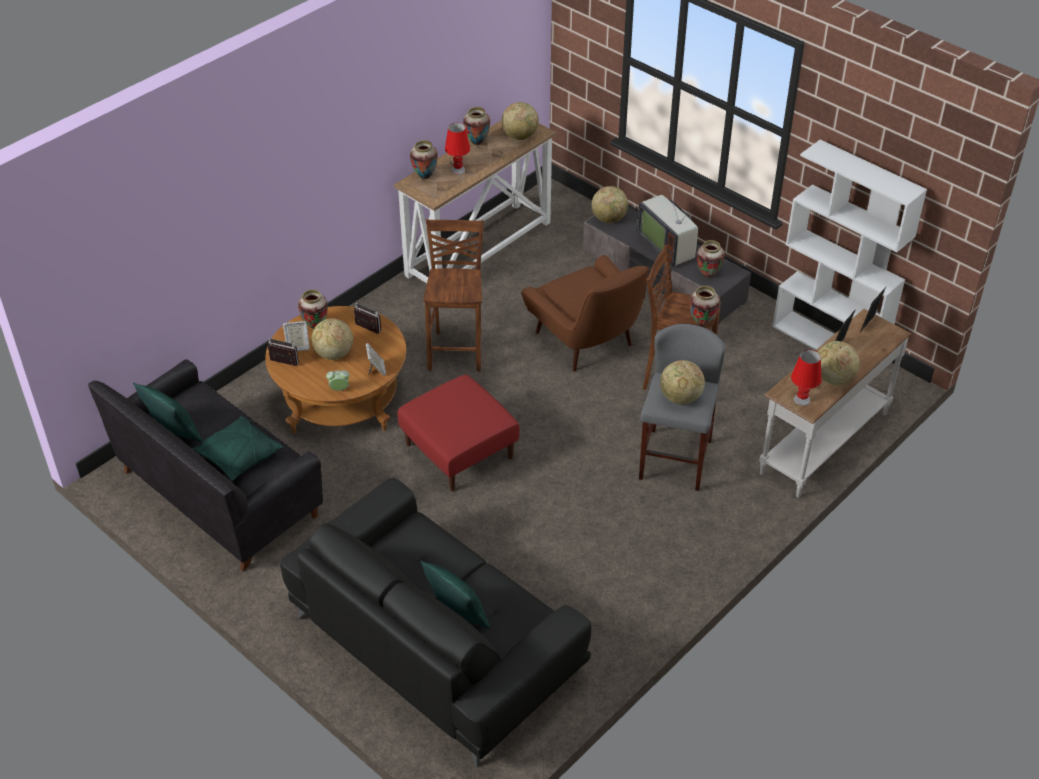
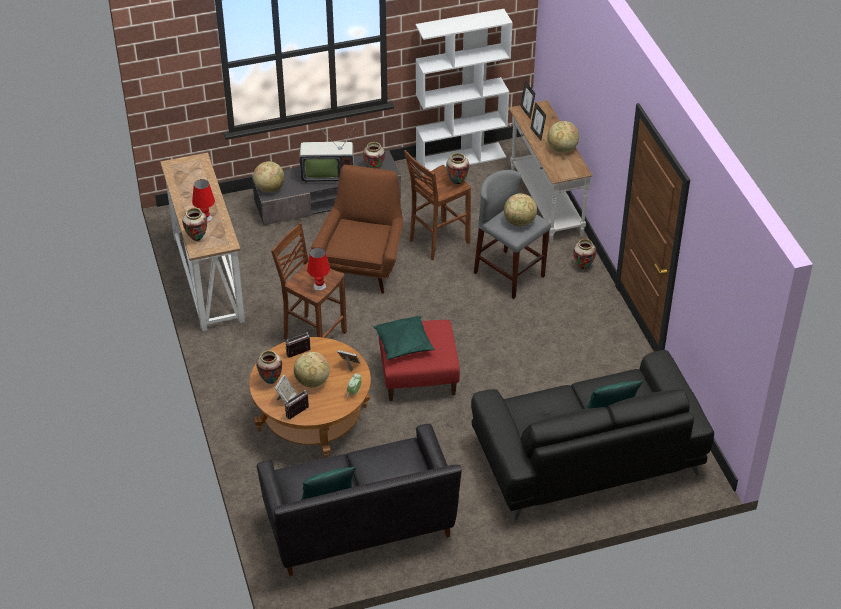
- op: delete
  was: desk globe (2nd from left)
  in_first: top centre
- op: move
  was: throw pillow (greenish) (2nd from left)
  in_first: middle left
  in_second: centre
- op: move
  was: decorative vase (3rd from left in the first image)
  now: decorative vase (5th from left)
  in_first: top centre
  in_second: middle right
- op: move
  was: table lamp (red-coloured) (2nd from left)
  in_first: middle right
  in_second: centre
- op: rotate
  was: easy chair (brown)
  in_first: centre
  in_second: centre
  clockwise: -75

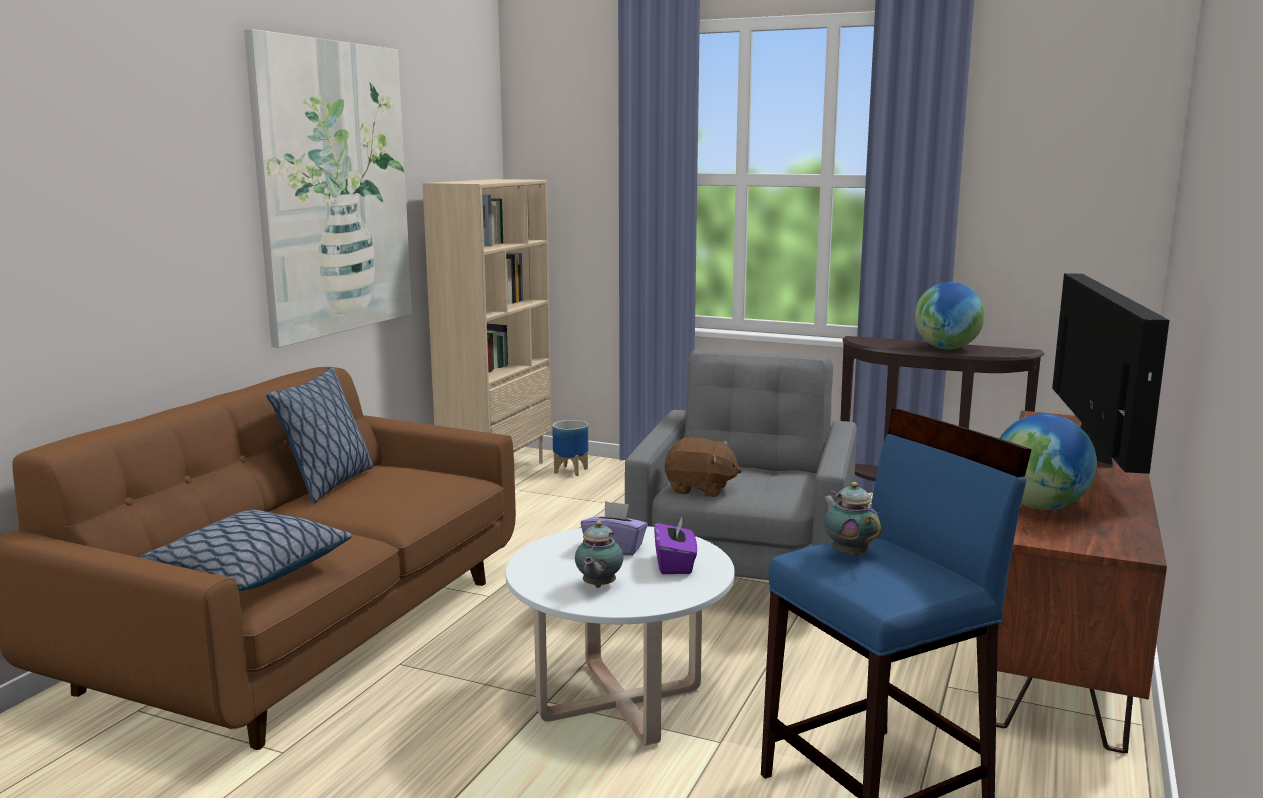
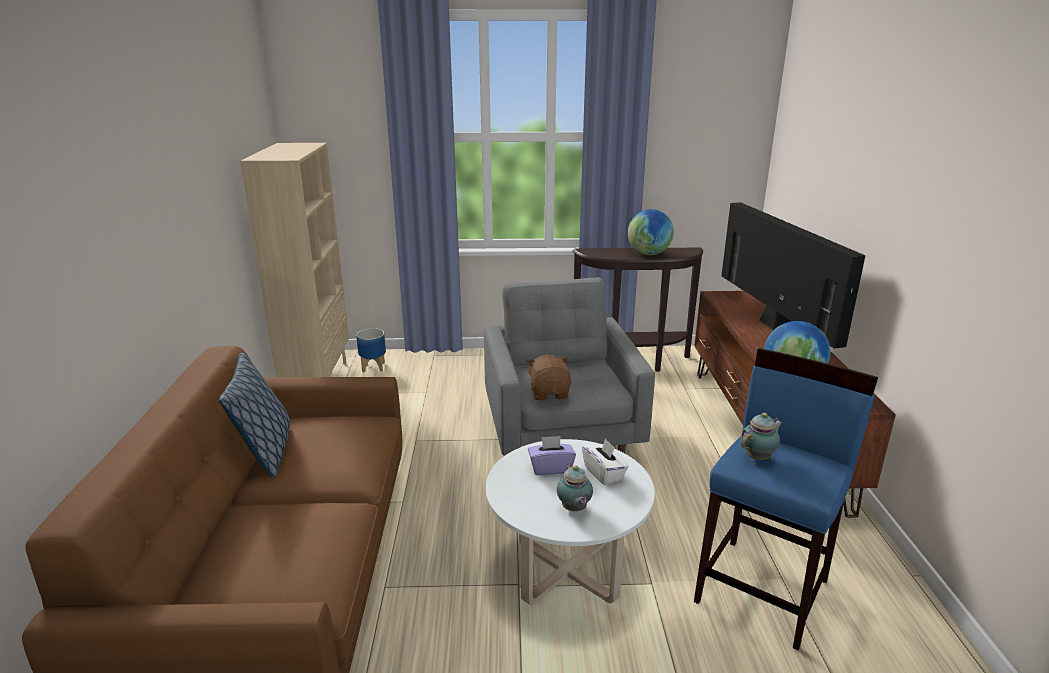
- op: delete
  was: throw pillow (1st from left)
  in_first: bottom left
- op: delete
  was: wall picture
  in_first: top left
- op: recolor
  was: tissue holder (purple-coloured) (2nd from left)
  now: tissue holder (white)
  in_first: bottom centre
  in_second: bottom centre
- op: rotate
  was: plush toy (brown)
  in_first: centre
  in_second: centre
  clockwise: -90
- op: rotate
  was: pot for tea (2nd from left)
  in_first: middle right
  in_second: middle right
  clockwise: 105

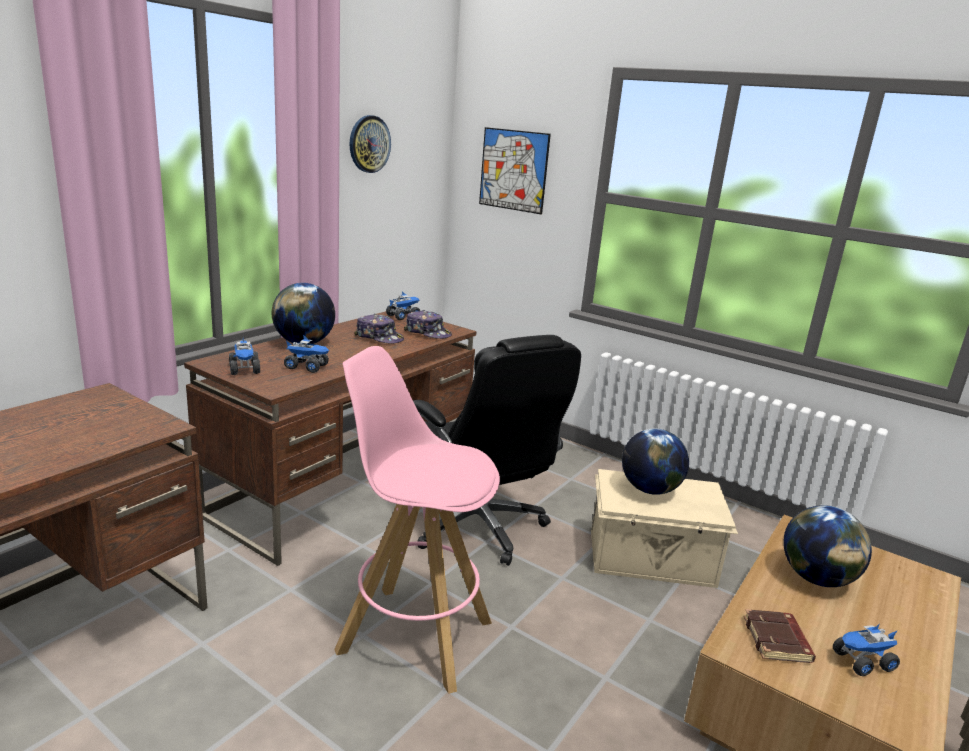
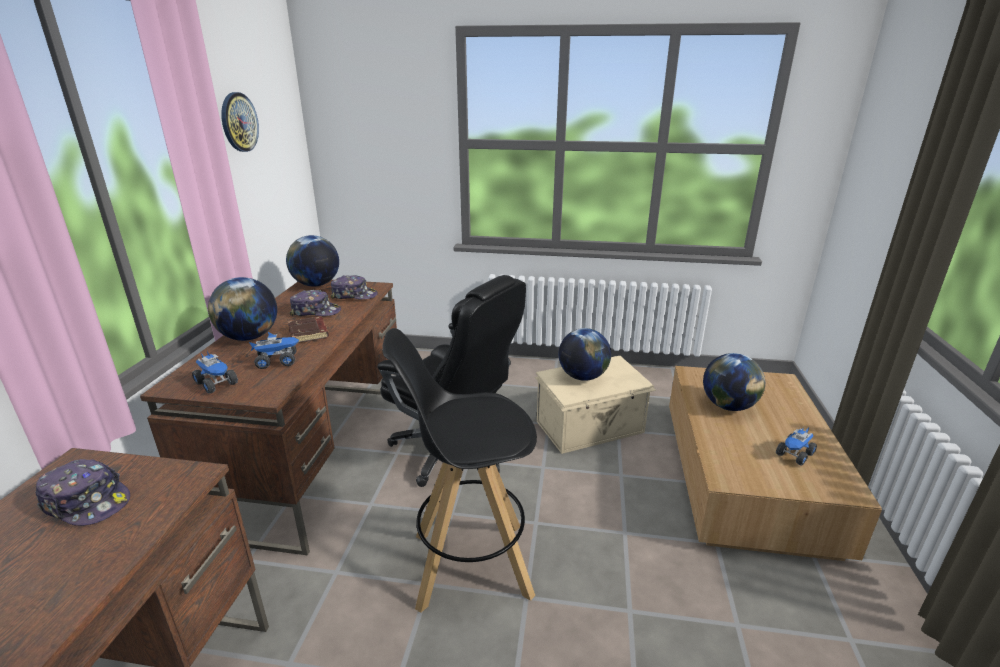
- op: delete
  was: wall picture
  in_first: top centre
- op: insert
  now: cap (1st from left)
  in_second: bottom left
- op: move
  was: volume (brown)
  in_first: bottom right
  in_second: middle left
- op: replace
  was: toy truck (3rd from left)
  now: desk globe (2nd from left)
  in_first: centre
  in_second: middle left
- op: recolor
  was: sitting stool (pink-coloured)
  now: sitting stool (black)
  in_first: bottom centre
  in_second: bottom centre

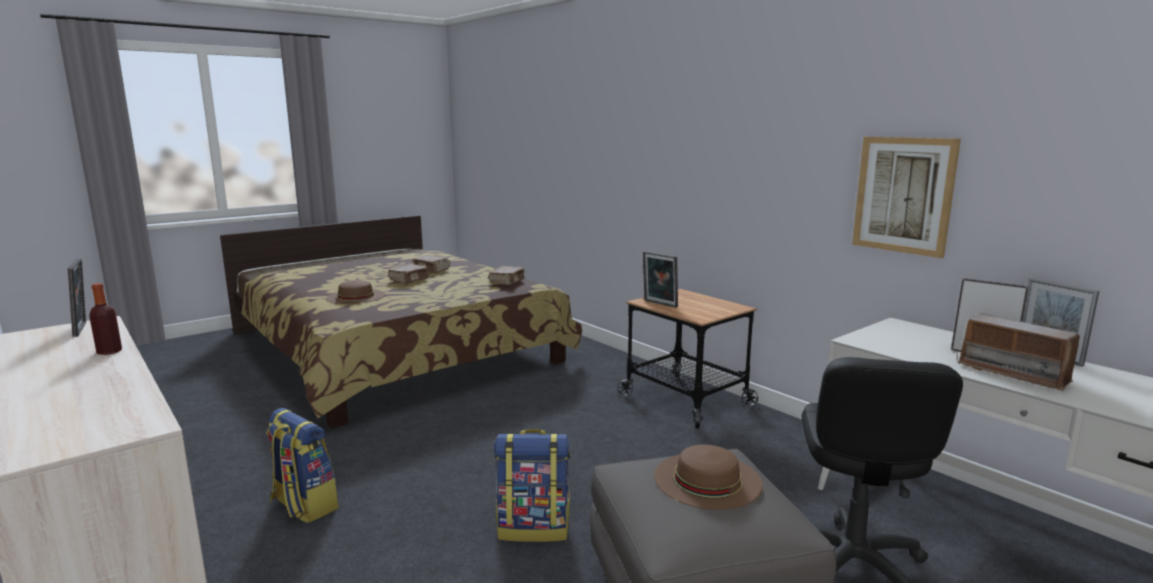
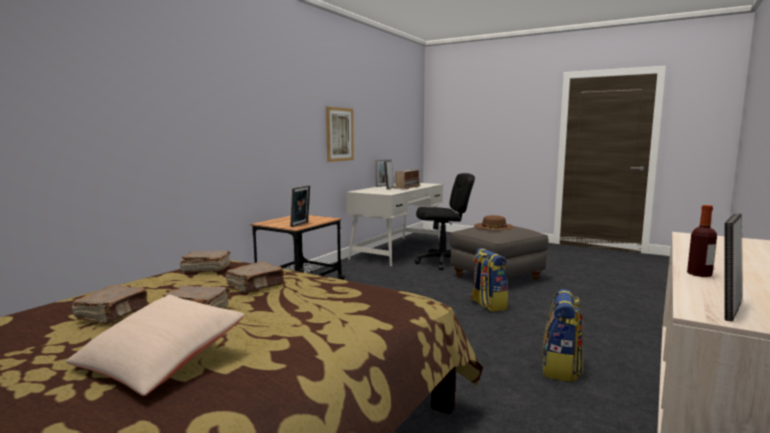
- op: delete
  was: hat (brown) (1st from left)
  in_first: middle left
- op: insert
  now: throw pillow (beige)
  in_second: bottom left
- op: insert
  now: volume (brown) (4th from left)
  in_second: middle left

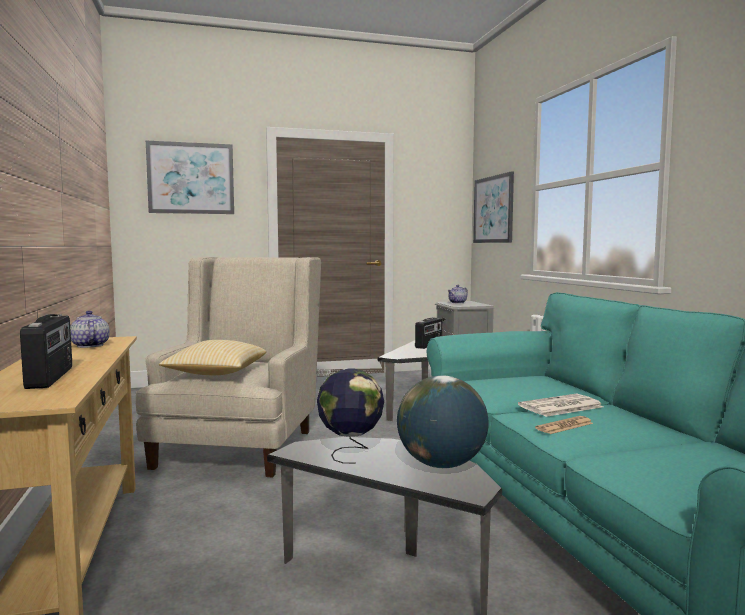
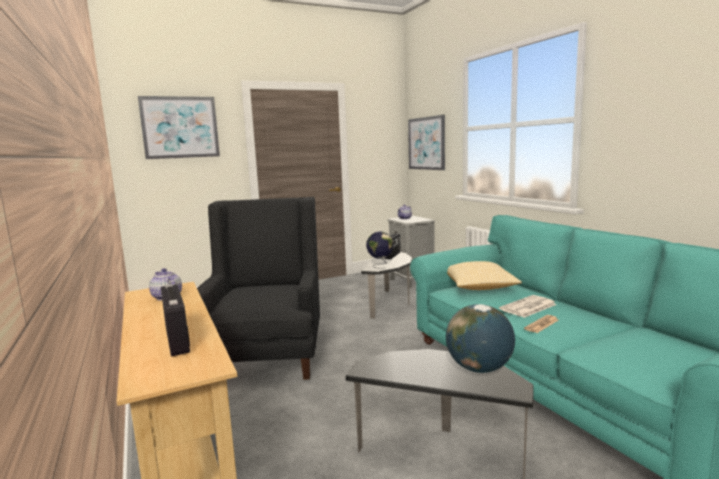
- op: move
  was: throw pillow
  in_first: middle left
  in_second: middle right
- op: move
  was: desk globe (1st from left)
  in_first: bottom centre
  in_second: centre
- op: recolor
  was: easy chair (beige)
  now: easy chair (black)
  in_first: middle left
  in_second: centre

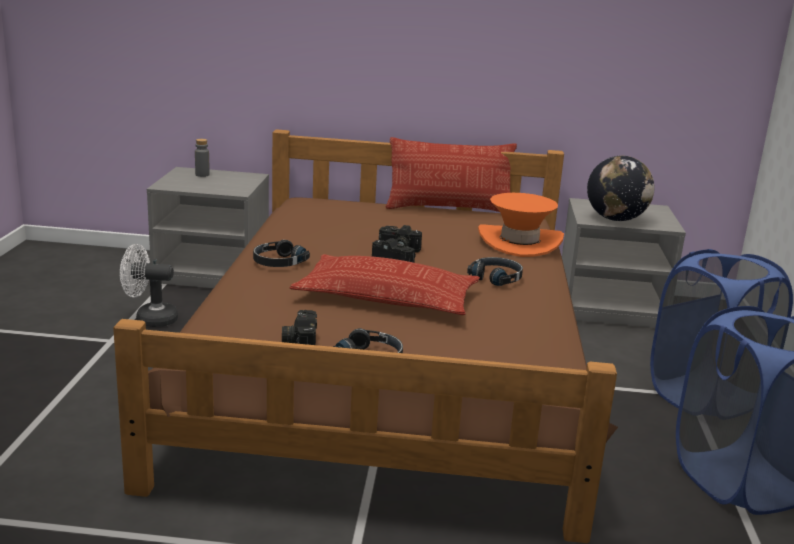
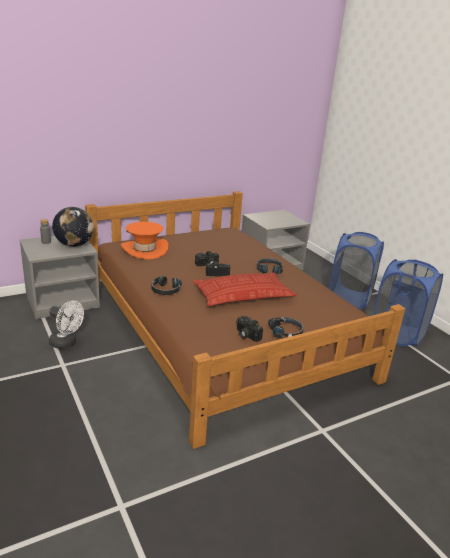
- op: delete
  was: throw pillow (2nd from left)
  in_first: top centre
- op: move
  was: hat (orange)
  in_first: centre
  in_second: middle left
- op: move
  was: desk globe
  in_first: middle right
  in_second: middle left
- op: rotate
  was: fan (white)
  in_first: middle left
  in_second: middle left
  clockwise: -120

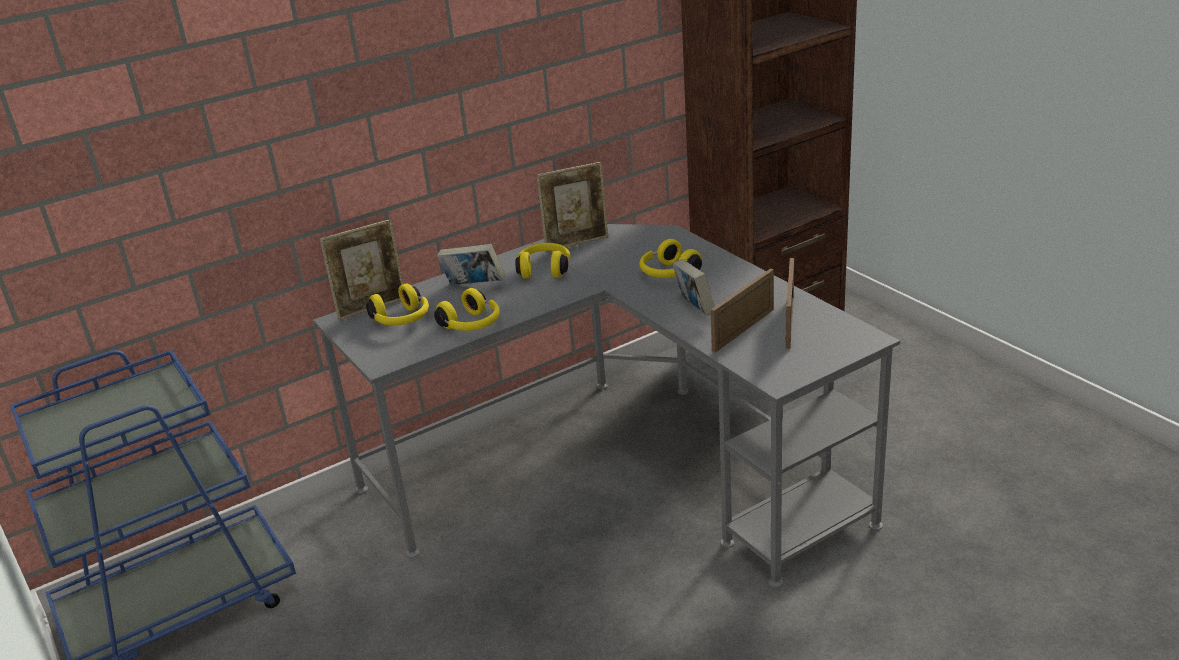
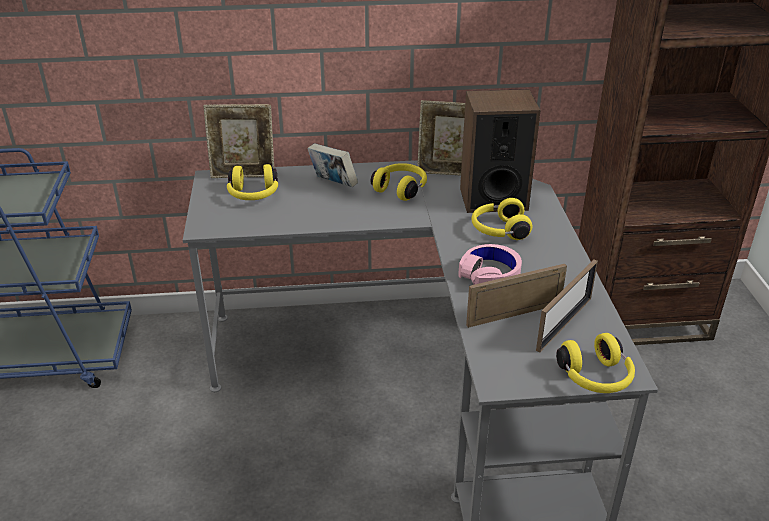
- op: insert
  now: audio speaker
  in_second: top centre
- op: move
  was: headphones (yellow-coloured) (2nd from left in the first image)
  now: headphones (yellow-coloured) (4th from left)
  in_first: centre
  in_second: bottom right
- op: replace
  was: volume (2nd from left)
  now: headphones (pink-coloured)
  in_first: centre
  in_second: centre

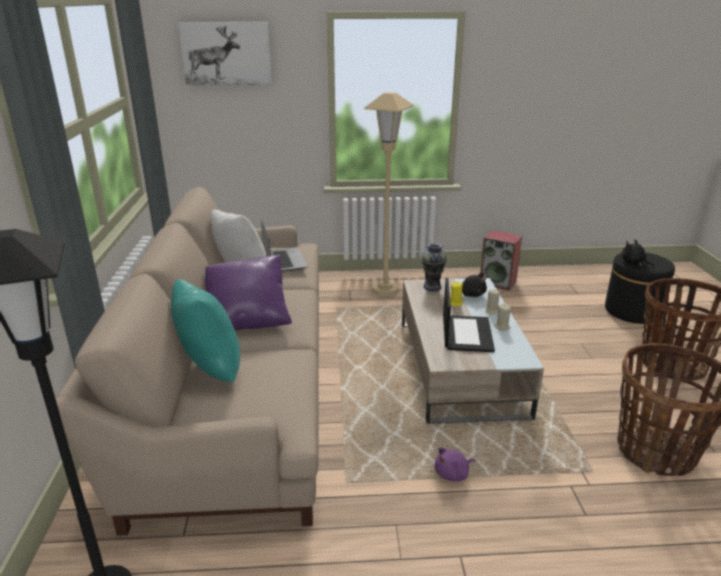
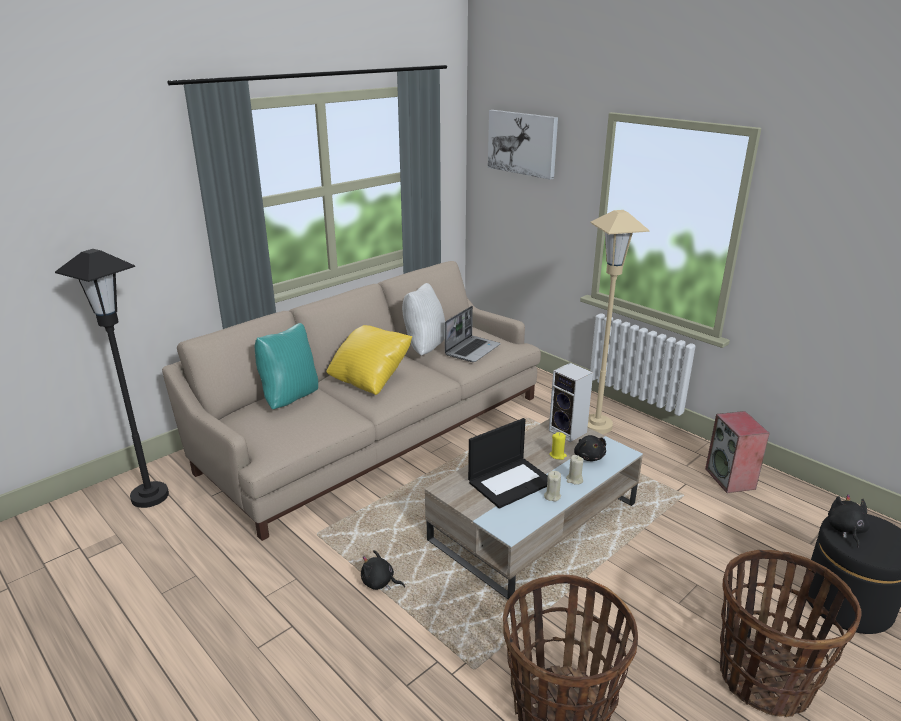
- op: replace
  was: decorative vase
  now: audio speaker (1st from left)
  in_first: centre
  in_second: centre
- op: recolor
  was: throw pillow (purple-coloured)
  now: throw pillow (yellow-coloured)
  in_first: centre
  in_second: centre
- op: recolor
  was: plush toy (purple-coloured)
  now: plush toy (black) (1st from left)
  in_first: bottom centre
  in_second: bottom centre

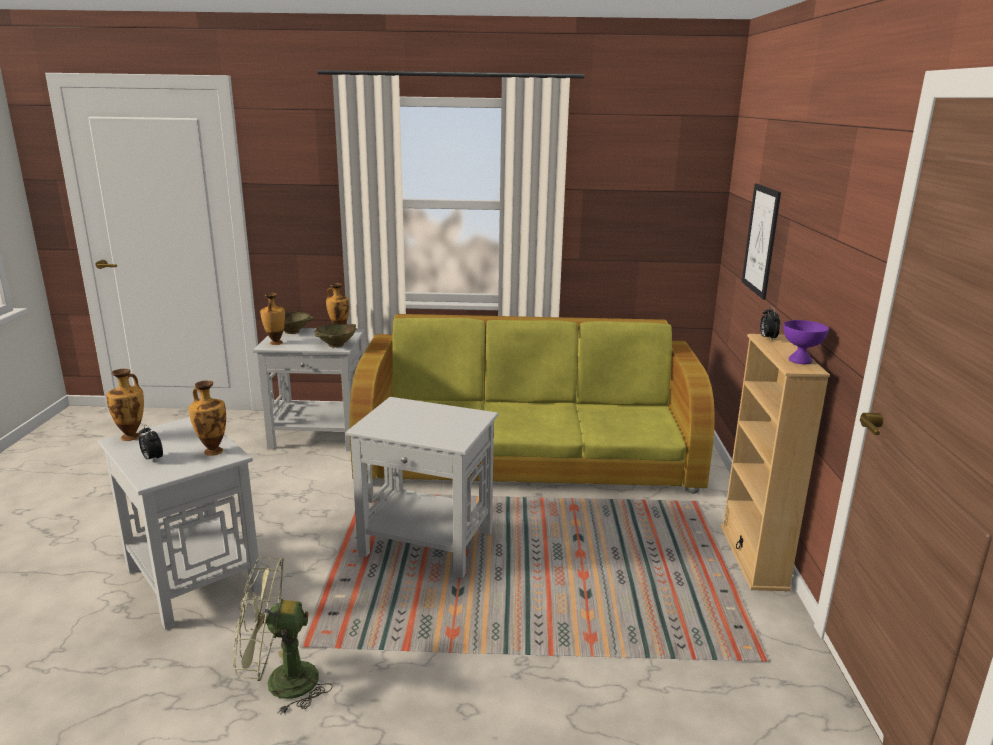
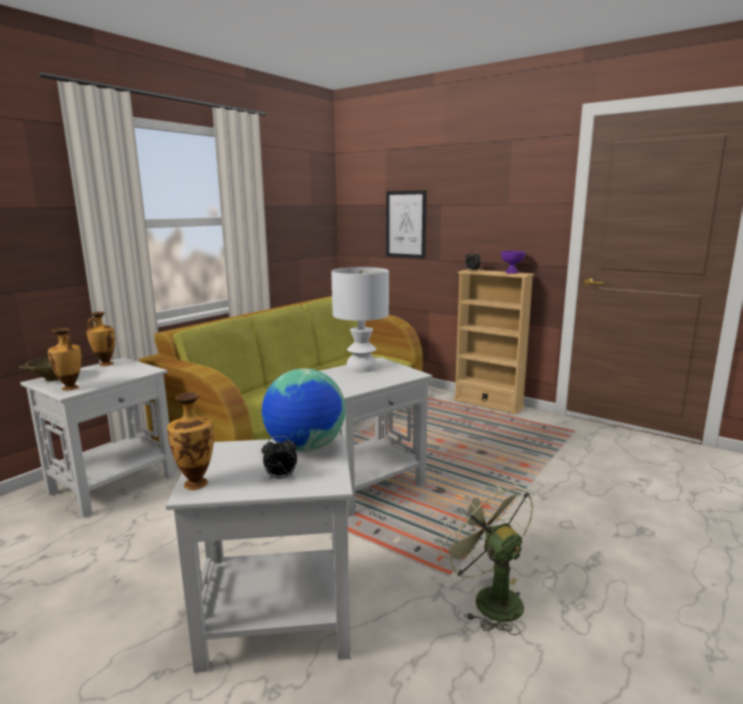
- op: delete
  was: serving bowl (beige) (2nd from left)
  in_first: centre
- op: insert
  now: table lamp (white)
  in_second: centre
- op: replace
  was: decorative vase (2nd from left)
  now: desk globe
  in_first: middle left
  in_second: centre
- op: rotate
  was: fan (greenish)
  in_first: bottom left
  in_second: bottom centre
  clockwise: 120

